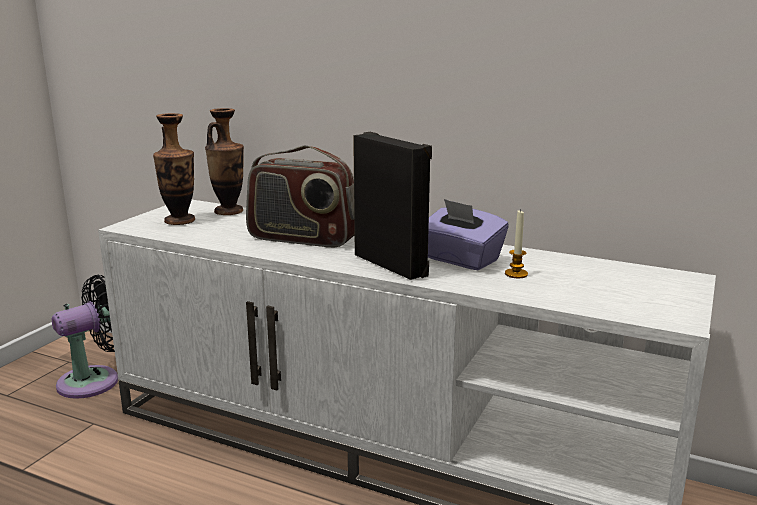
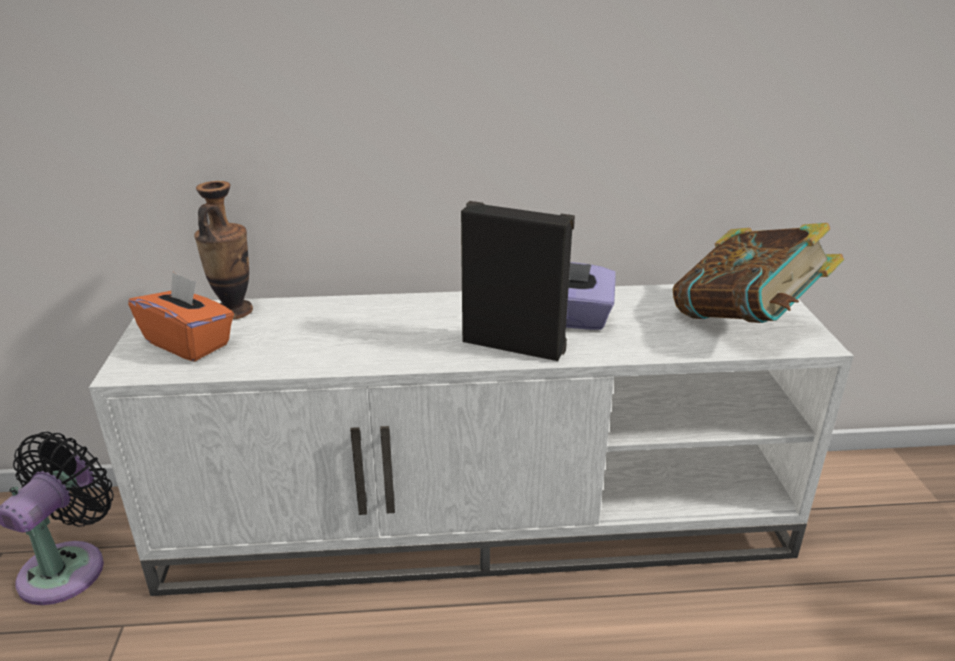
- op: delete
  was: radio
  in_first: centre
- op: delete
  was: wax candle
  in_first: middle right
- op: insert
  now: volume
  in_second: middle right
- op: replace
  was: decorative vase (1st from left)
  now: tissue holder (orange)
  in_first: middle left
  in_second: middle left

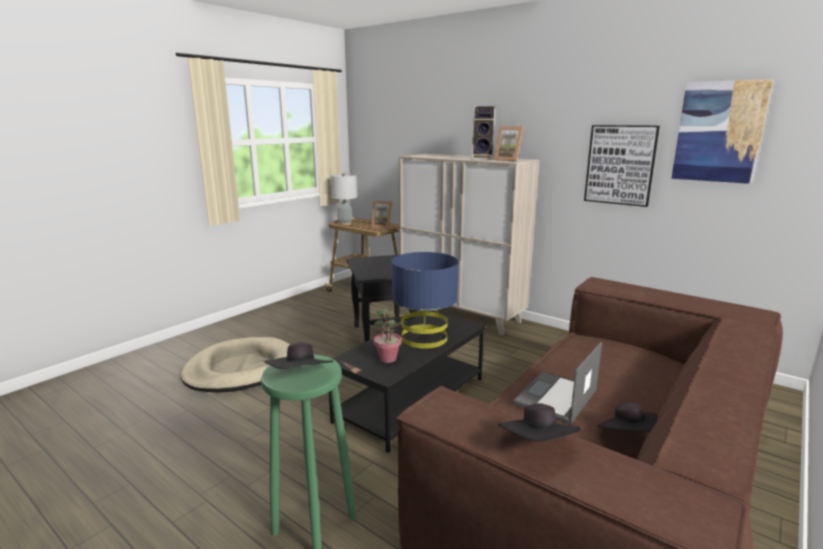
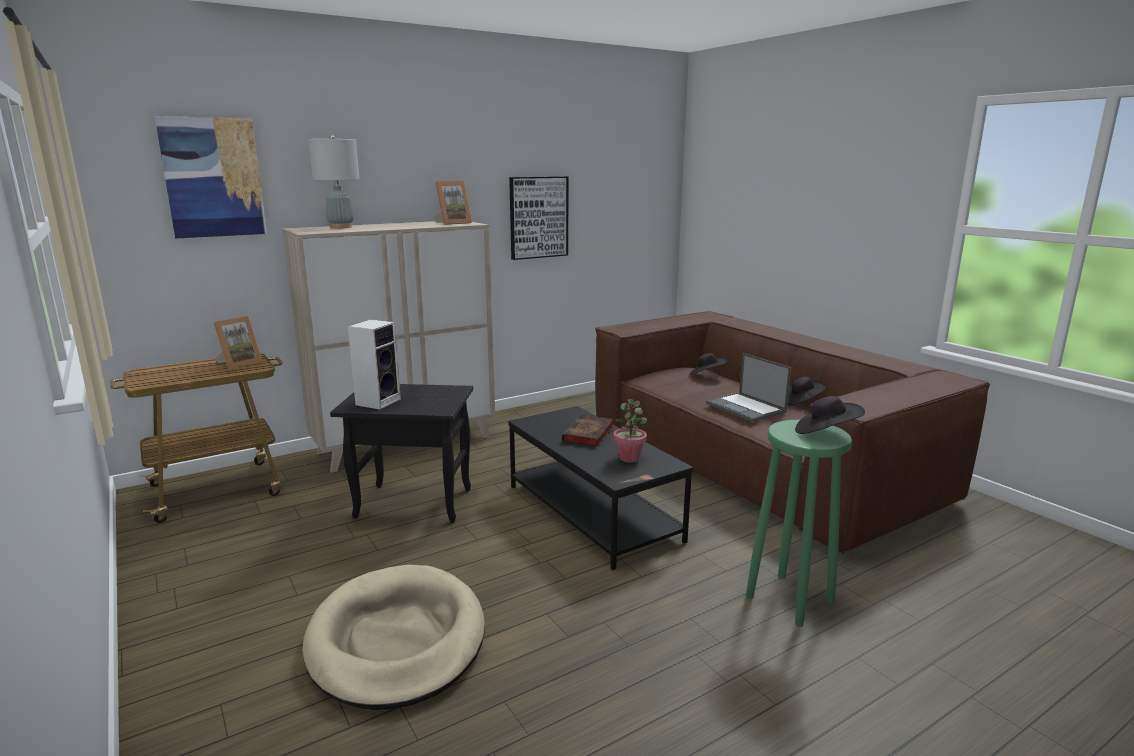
- op: move
  was: table lamp (greyish)
  in_first: centre
  in_second: top left
- op: move
  was: audio speaker
  in_first: top centre
  in_second: middle left
- op: move
  was: hat (black) (2nd from left in the first image)
  now: hat (black) (1st from left)
  in_first: bottom centre
  in_second: centre
- op: move
  was: wall picture (2nd from left in the first image)
  now: wall picture (1st from left)
  in_first: top right
  in_second: top left
- op: replace
  was: table lamp (bluish)
  now: volume
  in_first: centre
  in_second: centre

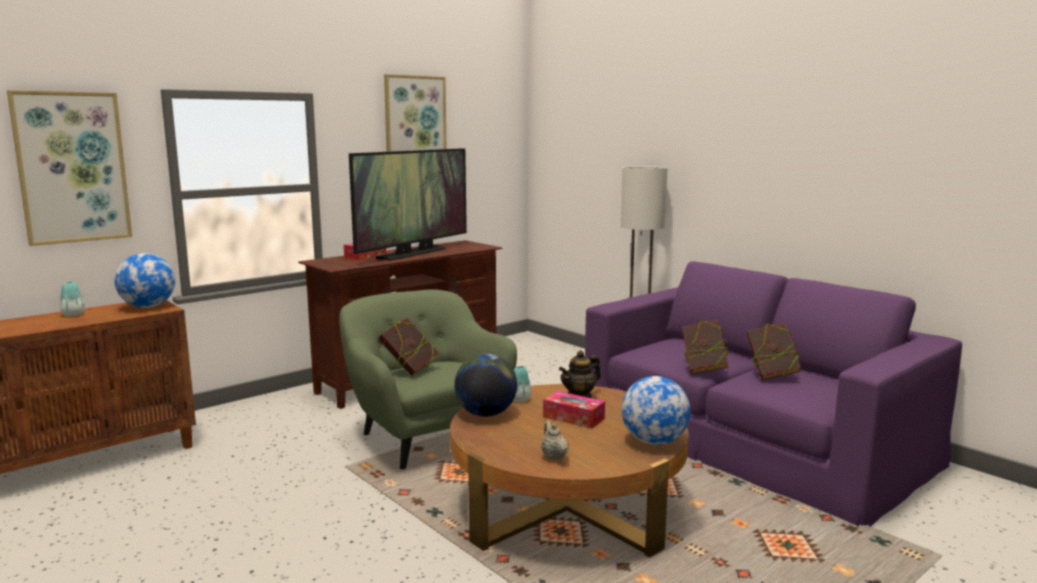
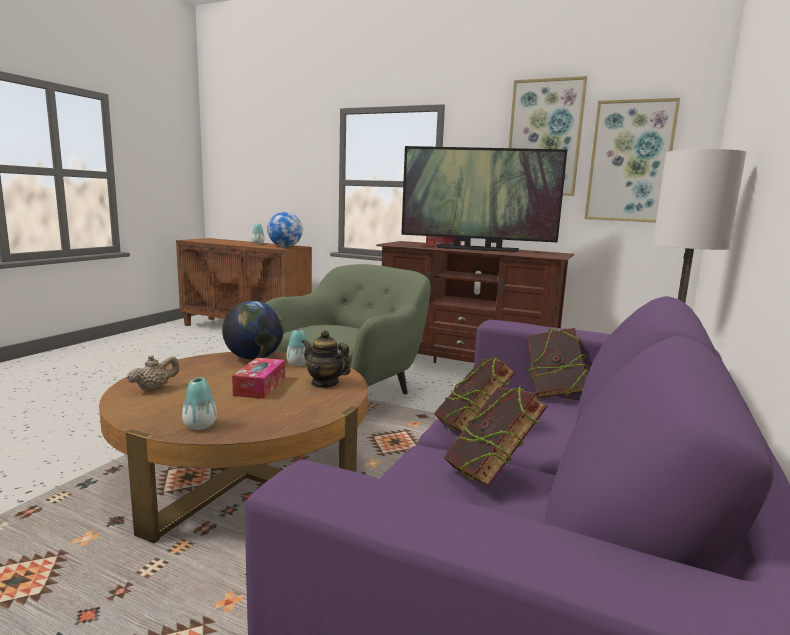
- op: move
  was: wall picture (1st from left in the first image)
  now: wall picture (2nd from left)
  in_first: top left
  in_second: top right
- op: move
  was: volume (1st from left in the first image)
  now: volume (3rd from left)
  in_first: centre
  in_second: middle right
- op: replace
  was: desk globe (3rd from left)
  now: decorative vase (1st from left)
  in_first: bottom centre
  in_second: middle left

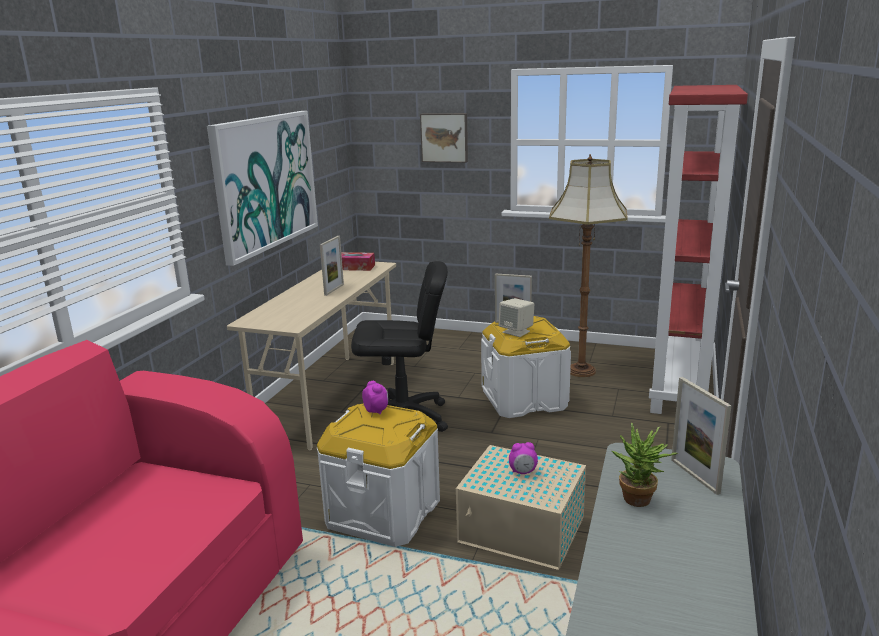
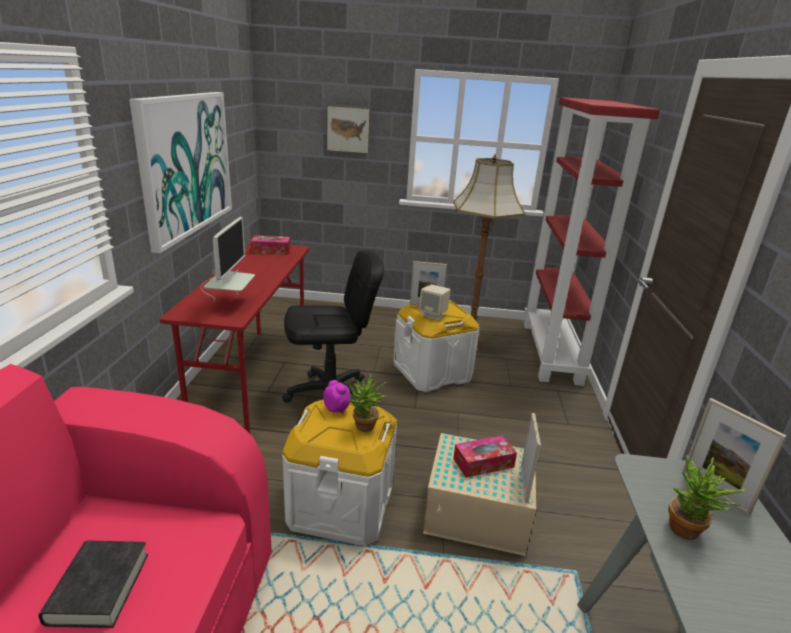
- op: insert
  now: volume (black)
  in_second: bottom left
- op: insert
  now: monitor
  in_second: middle left
- op: insert
  now: potted plant (1st from left)
  in_second: centre
- op: move
  was: standing frame (1st from left in the first image)
  now: standing frame (2nd from left)
  in_first: centre
  in_second: bottom right
- op: replace
  was: alarm clock (2nd from left)
  now: tissue holder (2nd from left)
  in_first: bottom centre
  in_second: bottom centre
- op: recolor
  was: desk table (beige)
  now: desk table (red-coloured)
  in_first: centre
  in_second: middle left

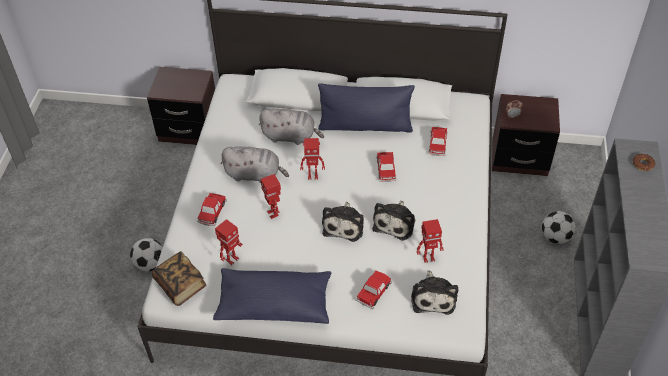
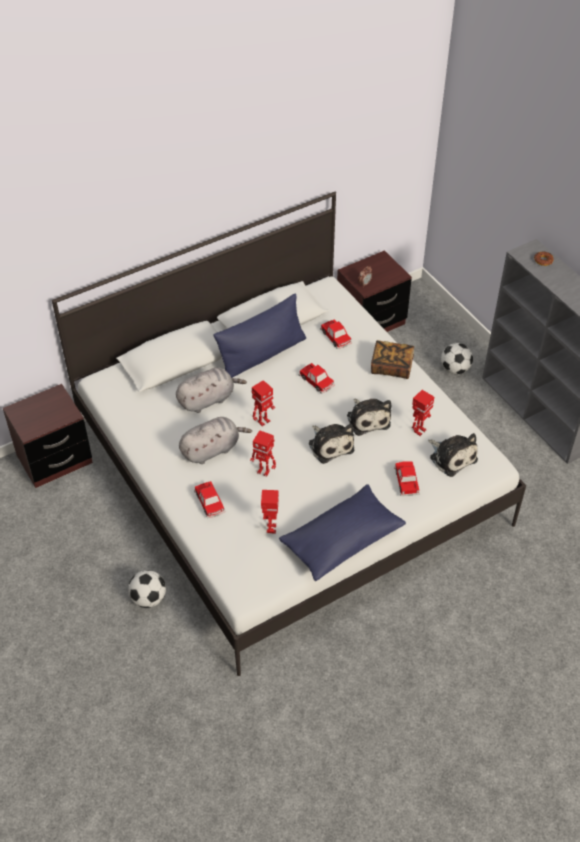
- op: move
  was: volume
  in_first: bottom left
  in_second: middle right

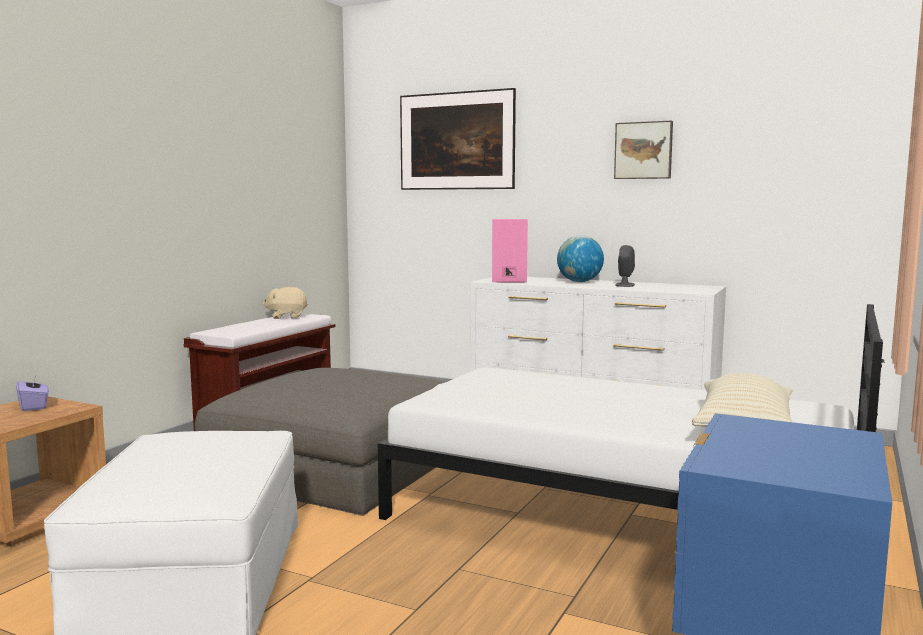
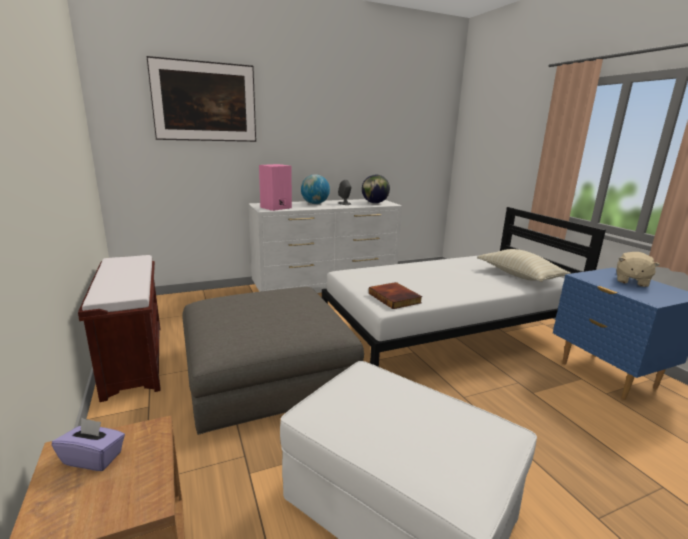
- op: delete
  was: wall picture (2nd from left)
  in_first: top right
- op: insert
  now: desk globe (2nd from left)
  in_second: centre
- op: insert
  now: volume
  in_second: centre
- op: move
  was: plush toy (beige)
  in_first: middle left
  in_second: middle right

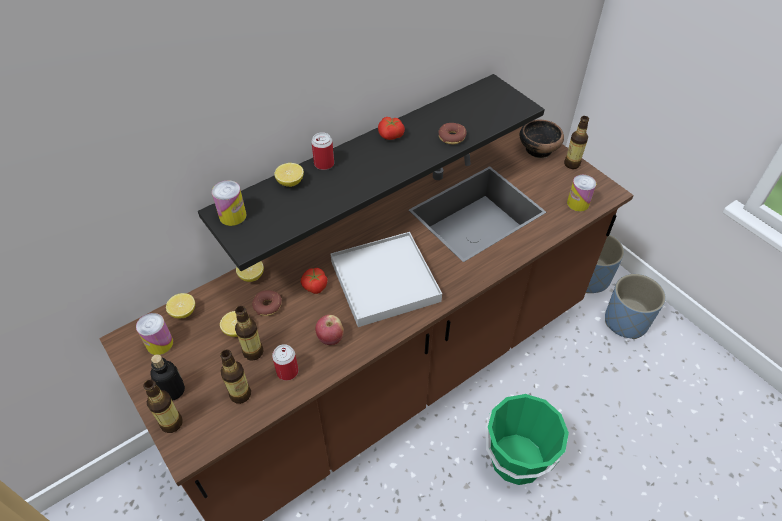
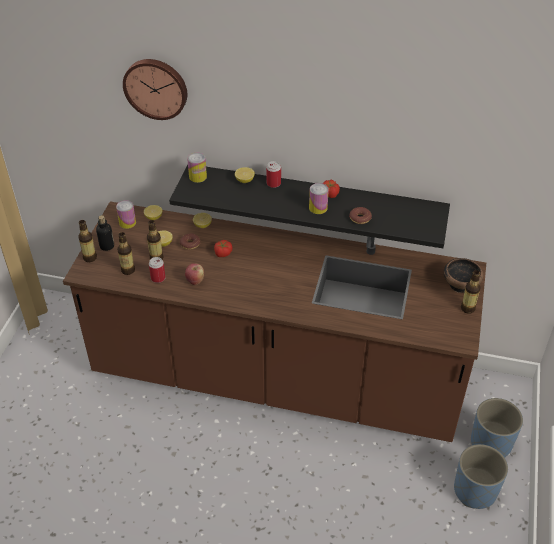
- op: delete
  was: carrying tray (white)
  in_first: centre
- op: delete
  was: bucket (greenish)
  in_first: bottom right
- op: insert
  now: clock on the wall
  in_second: top left
- op: move
  was: sealed can (5th from left)
  in_first: middle right
  in_second: centre

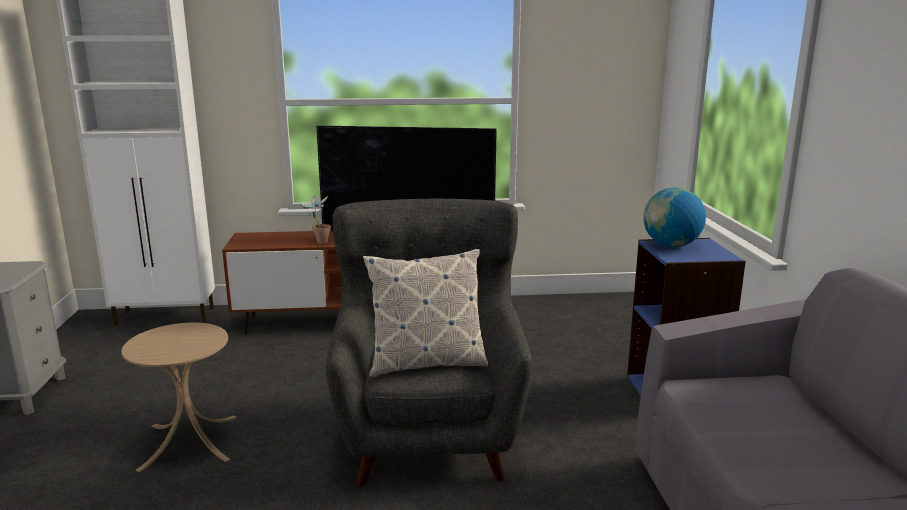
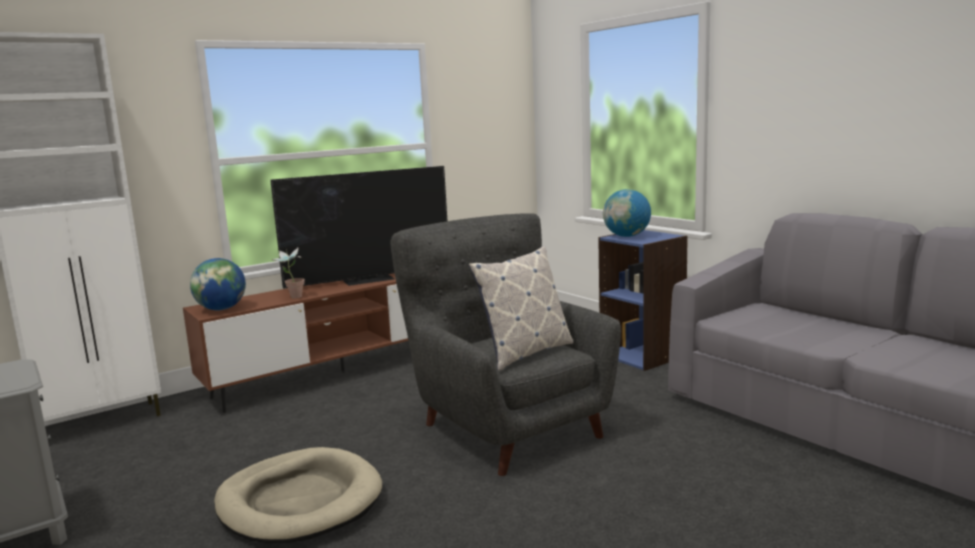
- op: insert
  now: desk globe (1st from left)
  in_second: middle left
- op: replace
  was: end table (beige)
  now: dog cushion (beige)
  in_first: bottom left
  in_second: bottom left

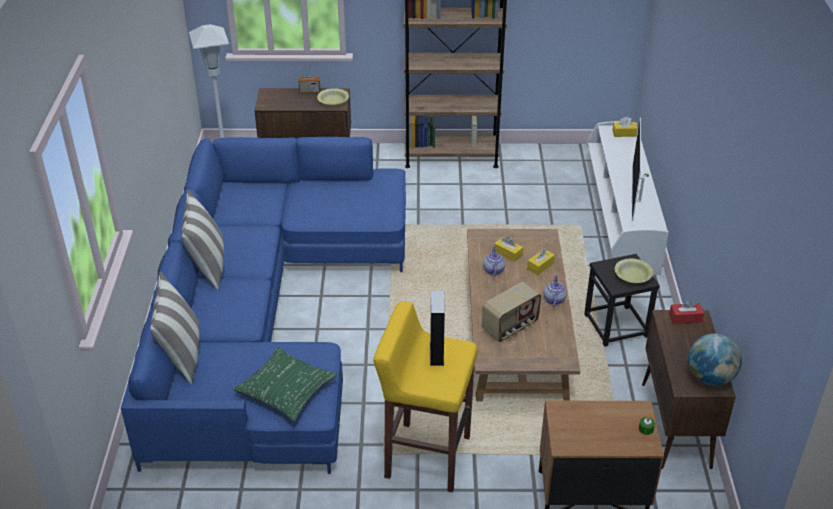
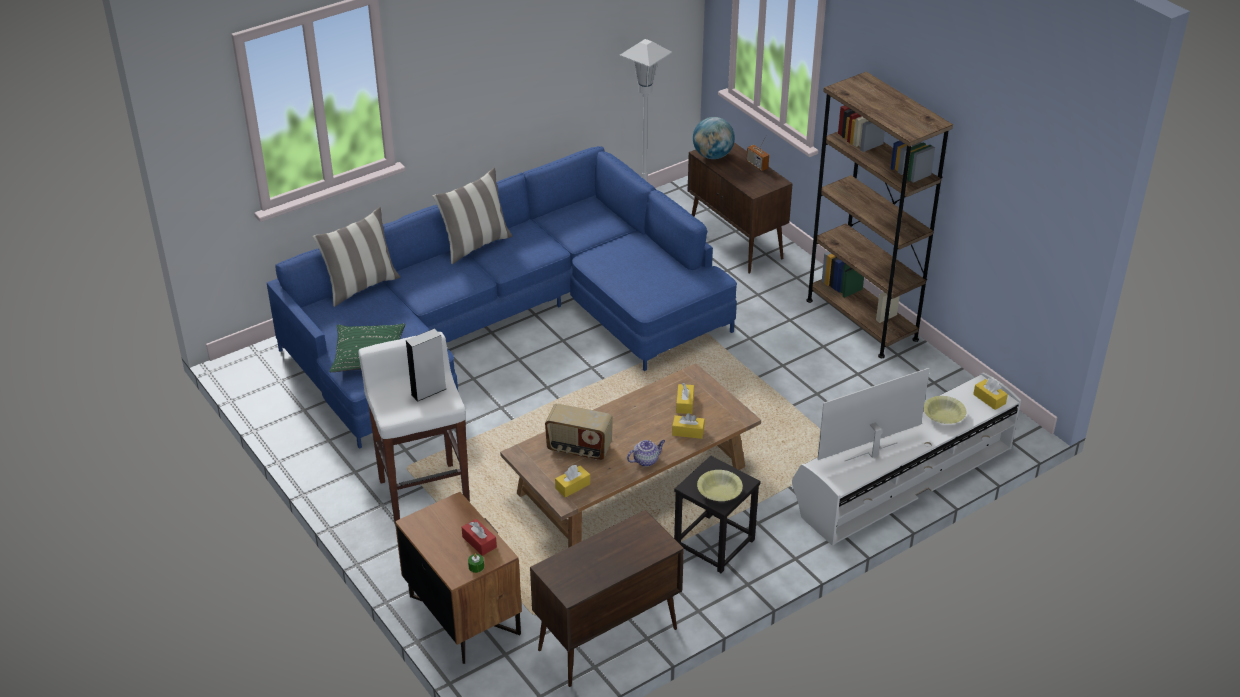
- op: delete
  was: pot for tea (1st from left)
  in_first: centre
- op: insert
  now: tissue holder (yellow-coloured) (1st from left)
  in_second: bottom centre
- op: move
  was: serving bowl (yellow-coloured) (1st from left in the first image)
  now: serving bowl (yellow-coloured) (2nd from left)
  in_first: top centre
  in_second: middle right
- op: move
  was: tissue holder (red-coloured)
  in_first: middle right
  in_second: bottom centre
- op: move
  was: desk globe
  in_first: bottom right
  in_second: top centre
- op: recolor
  was: sitting stool (yellow-coloured)
  now: sitting stool (white)
  in_first: bottom centre
  in_second: centre

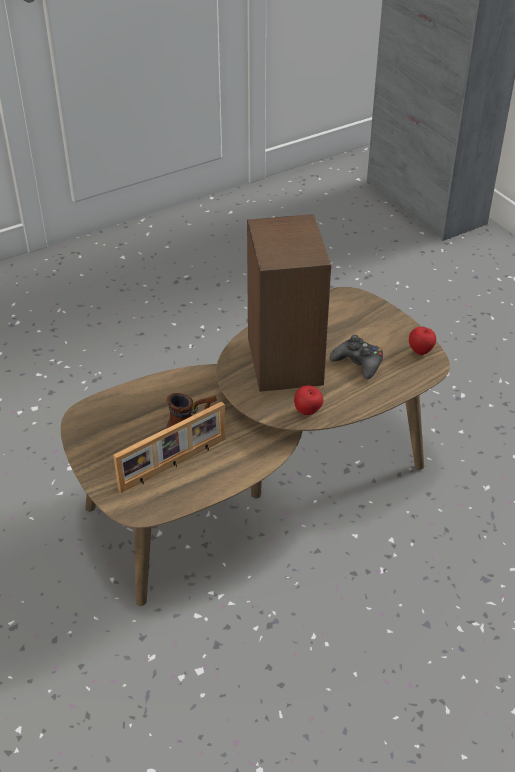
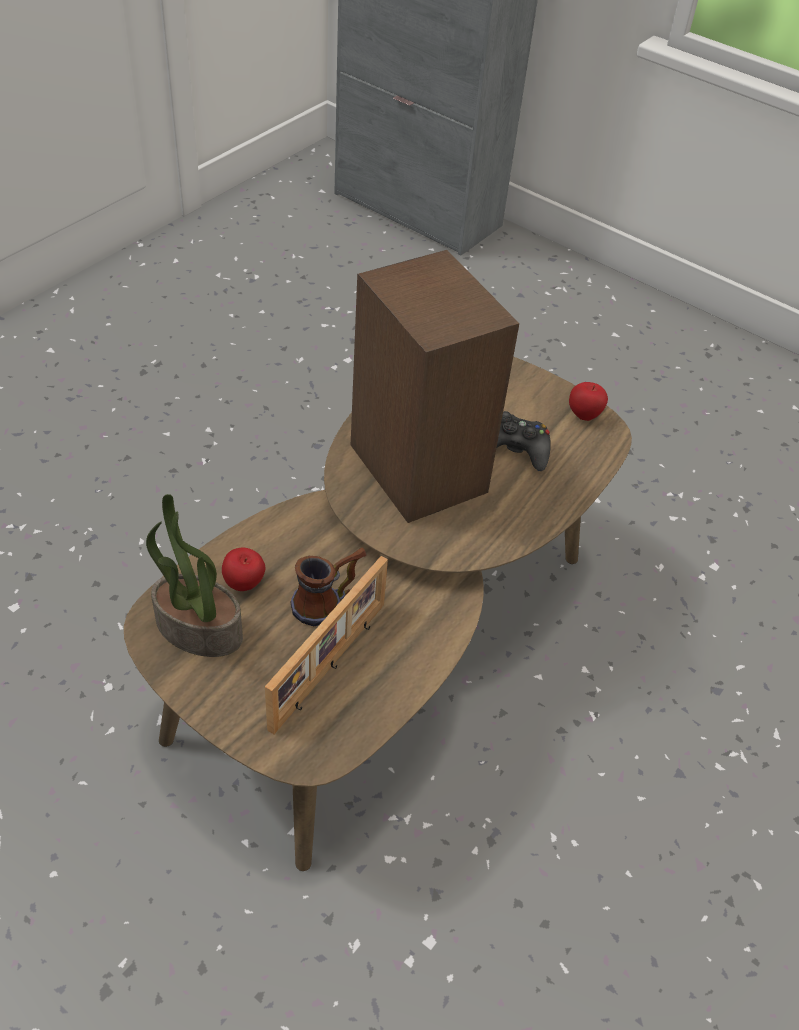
- op: insert
  now: potted plant
  in_second: middle left
- op: move
  was: apple (1st from left)
  in_first: centre
  in_second: middle left

